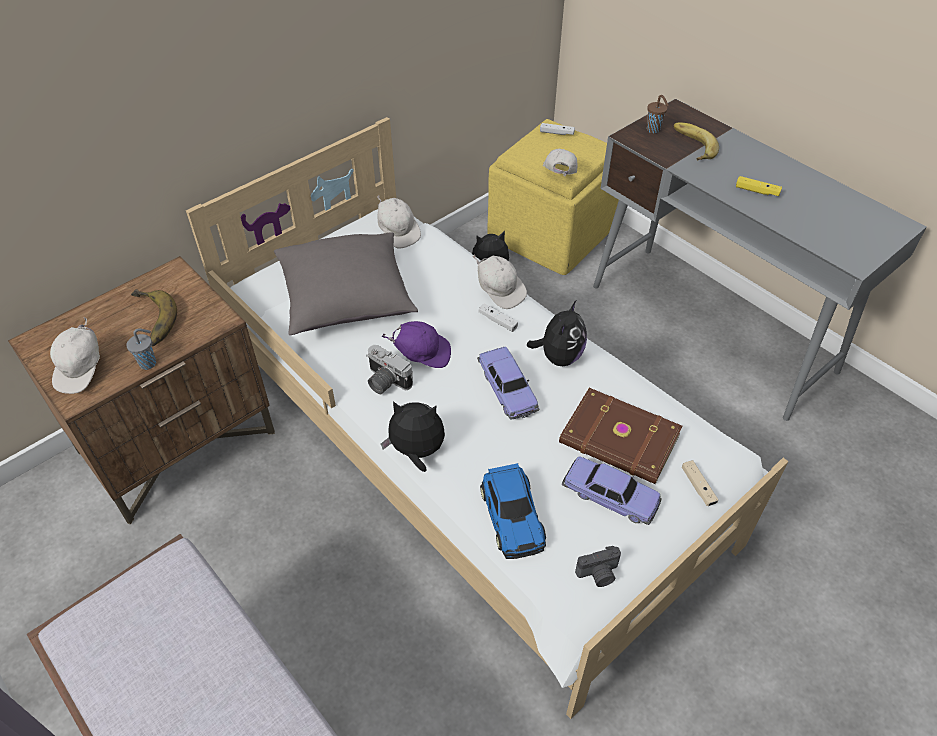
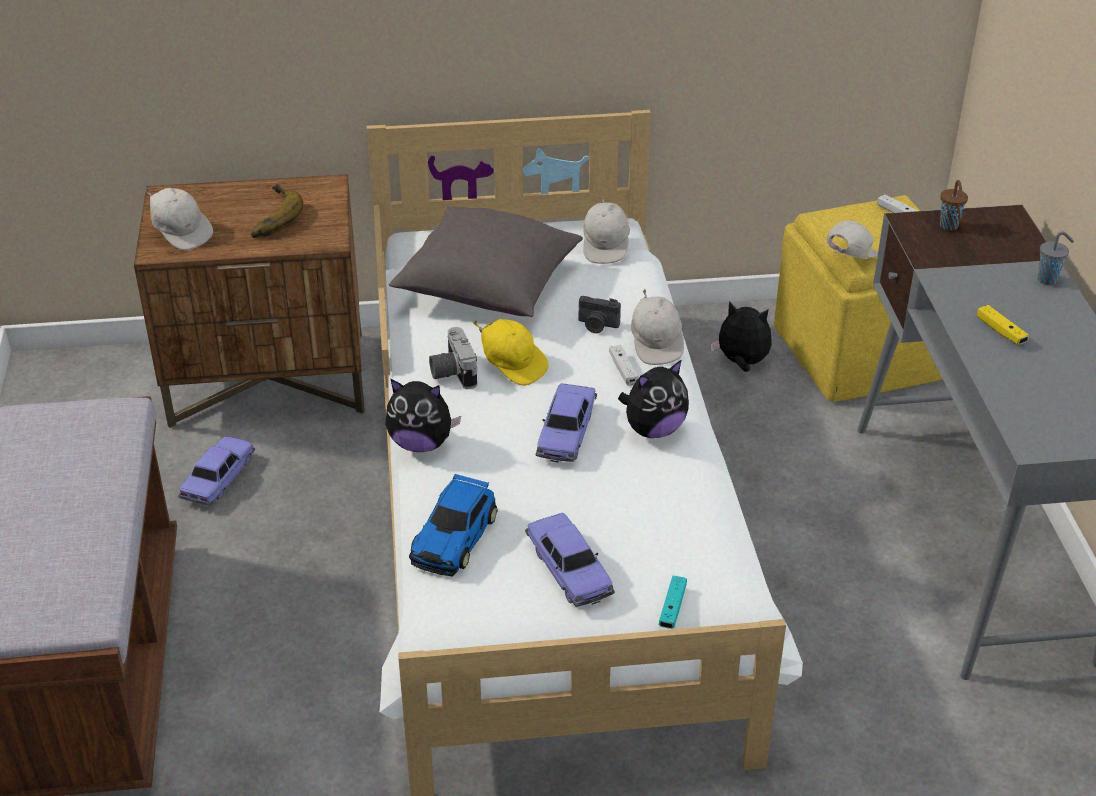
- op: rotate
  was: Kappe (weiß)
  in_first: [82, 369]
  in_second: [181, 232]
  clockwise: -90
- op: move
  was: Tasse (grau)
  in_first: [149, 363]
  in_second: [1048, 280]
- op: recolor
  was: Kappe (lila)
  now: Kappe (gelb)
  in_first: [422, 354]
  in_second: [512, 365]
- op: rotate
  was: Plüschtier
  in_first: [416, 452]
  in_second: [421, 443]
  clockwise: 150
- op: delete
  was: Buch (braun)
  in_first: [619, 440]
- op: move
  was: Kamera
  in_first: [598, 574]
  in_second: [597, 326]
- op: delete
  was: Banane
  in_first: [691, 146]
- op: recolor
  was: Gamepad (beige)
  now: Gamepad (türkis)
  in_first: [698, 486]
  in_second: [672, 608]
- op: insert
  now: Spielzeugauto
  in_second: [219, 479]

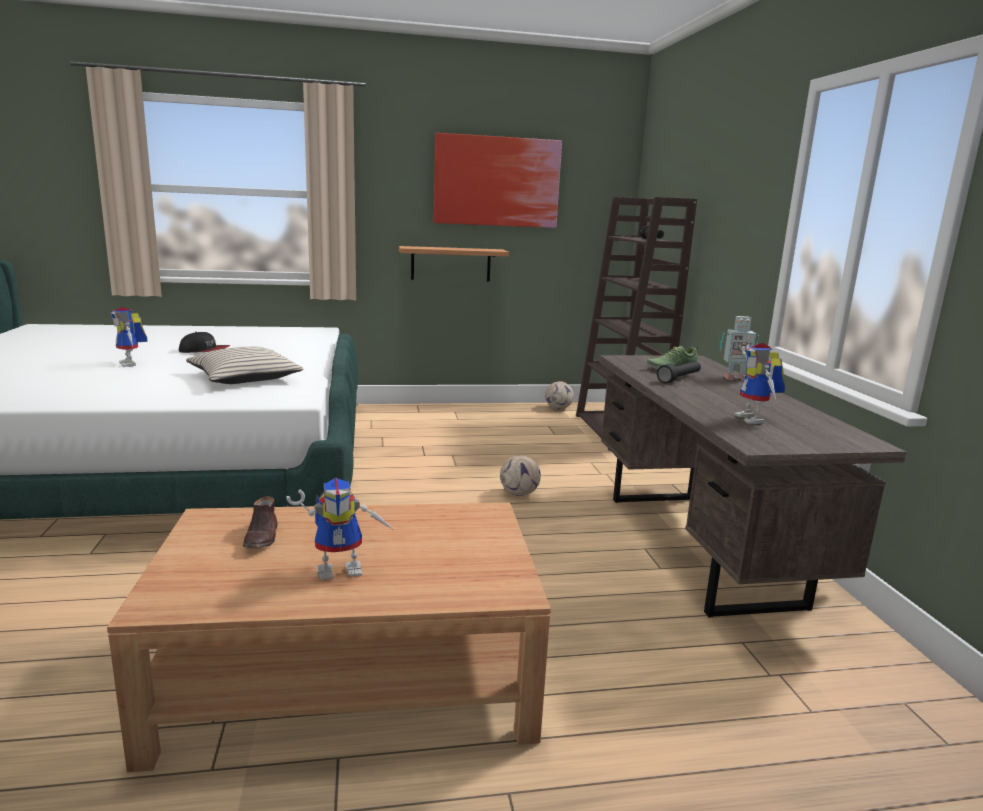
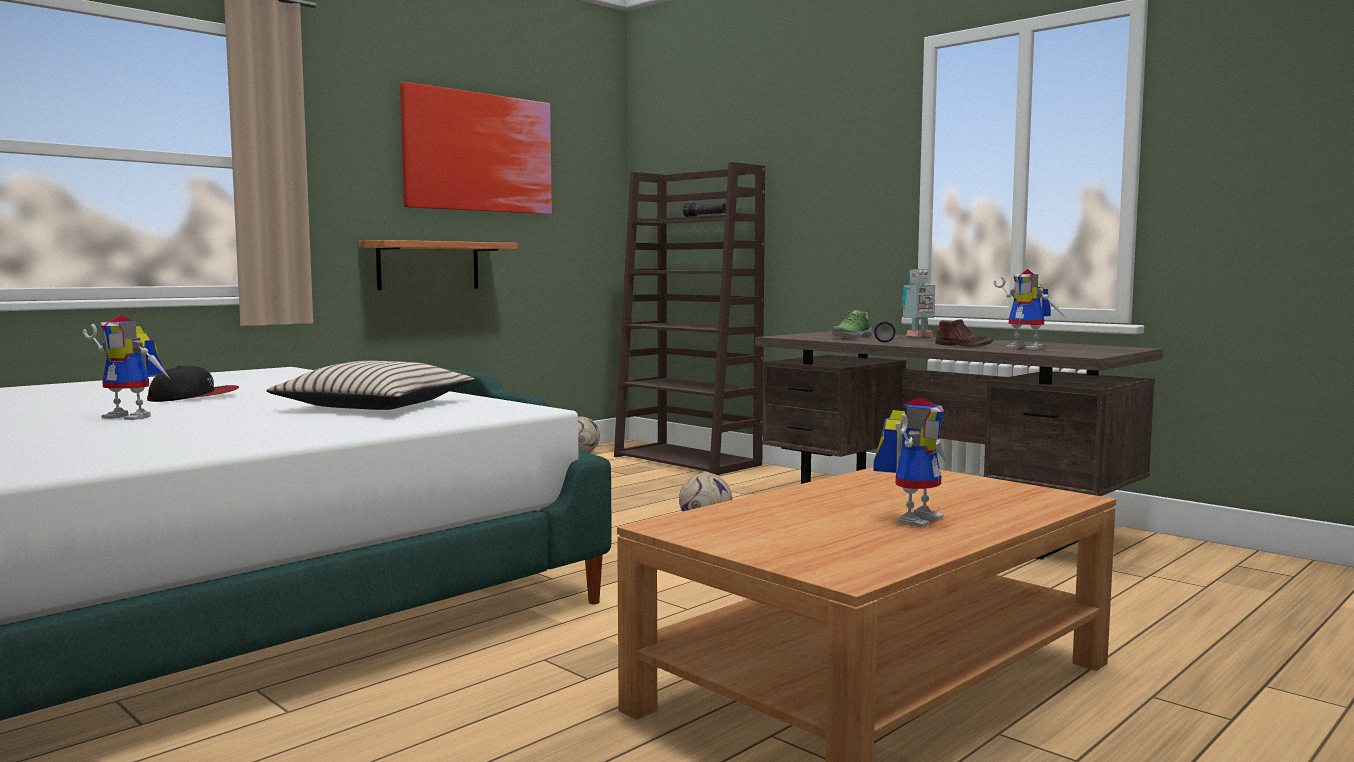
- op: move
  was: Schuh (braun)
  in_first: [262, 537]
  in_second: [964, 346]

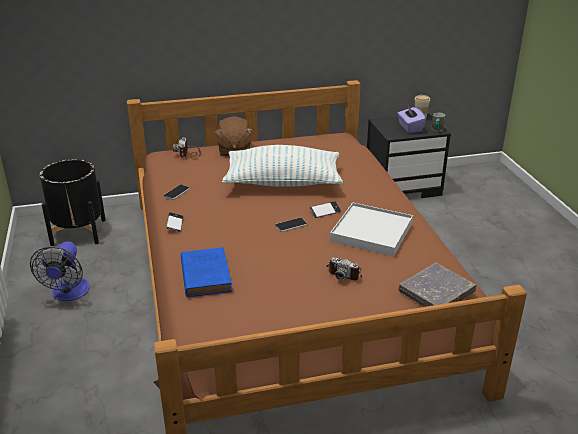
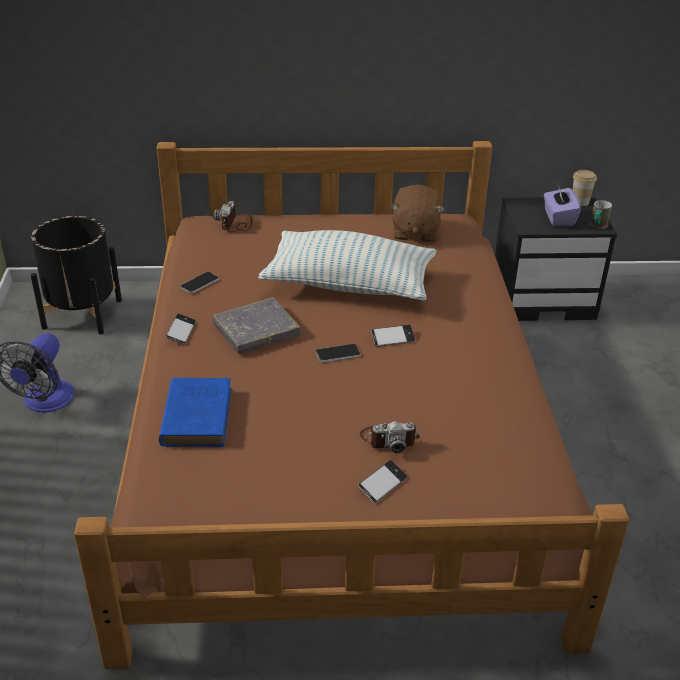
- op: move
  was: Plüschtier (braun)
  in_first: [234, 150]
  in_second: [414, 232]
- op: rotate
  was: Kamera
  in_first: [345, 272]
  in_second: [389, 439]
  clockwise: -45
- op: delete
  was: Tablett (weiß)
  in_first: [371, 232]
- op: move
  was: Buch (grau)
  in_first: [436, 292]
  in_second: [256, 330]
- op: insert
  now: Handy
  in_second: [382, 485]

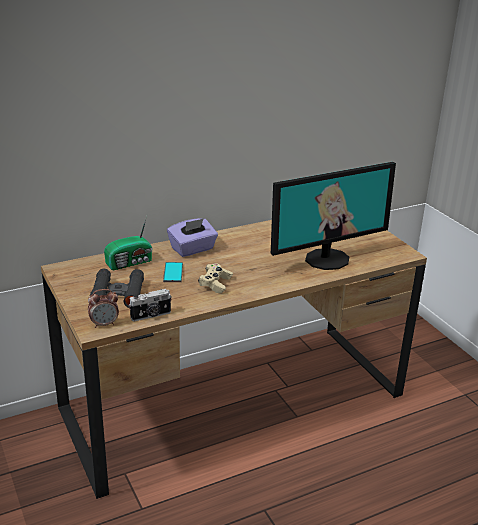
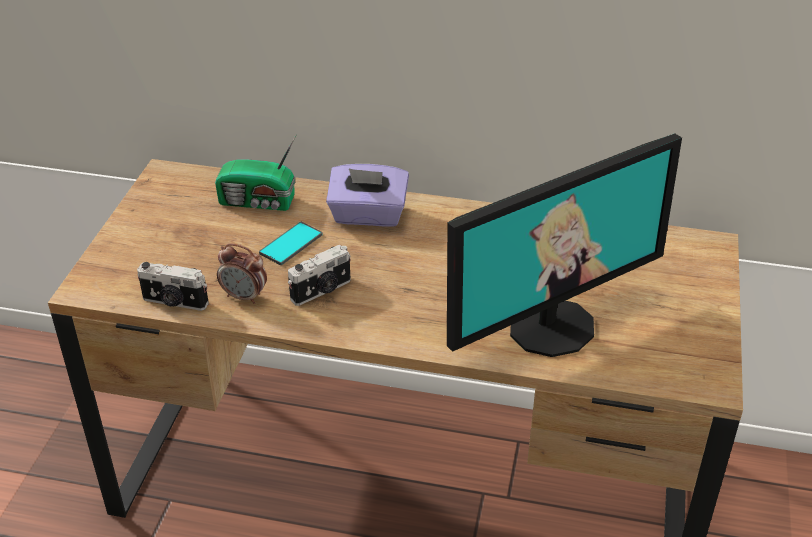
- op: move
  was: Wecker
  in_first: [104, 324]
  in_second: [244, 296]
- op: delete
  was: Fernglas (schwarz)
  in_first: [117, 294]
- op: replace
  was: Gamepad (beige)
  now: Kamera
  in_first: [215, 284]
  in_second: [322, 291]
- op: rotate
  was: Monitor
  in_first: [326, 259]
  in_second: [550, 326]
  clockwise: -45

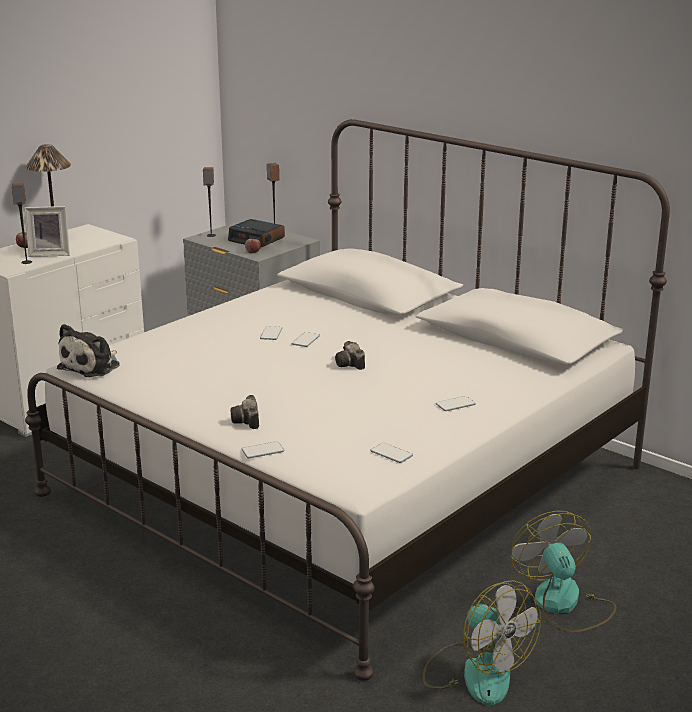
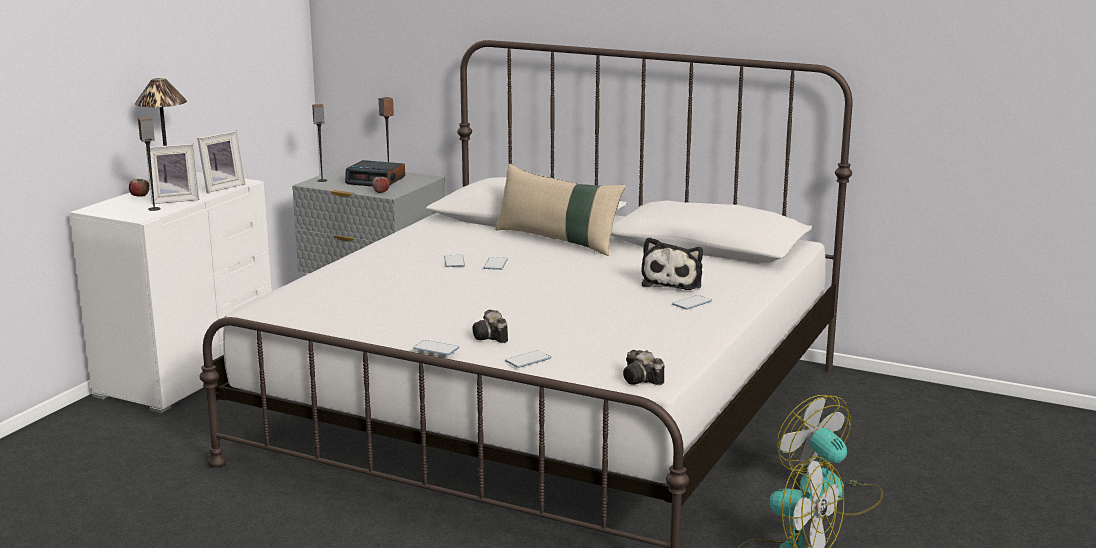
- op: move
  was: Plüschtier
  in_first: [92, 366]
  in_second: [673, 282]
- op: move
  was: Kamera
  in_first: [350, 364]
  in_second: [642, 380]
- op: move
  was: Handy
  in_first: [391, 454]
  in_second: [436, 349]
- op: insert
  now: Bilderrahmen
  in_second: [221, 187]
- op: insert
  now: Kissen (beige)
  in_second: [558, 240]

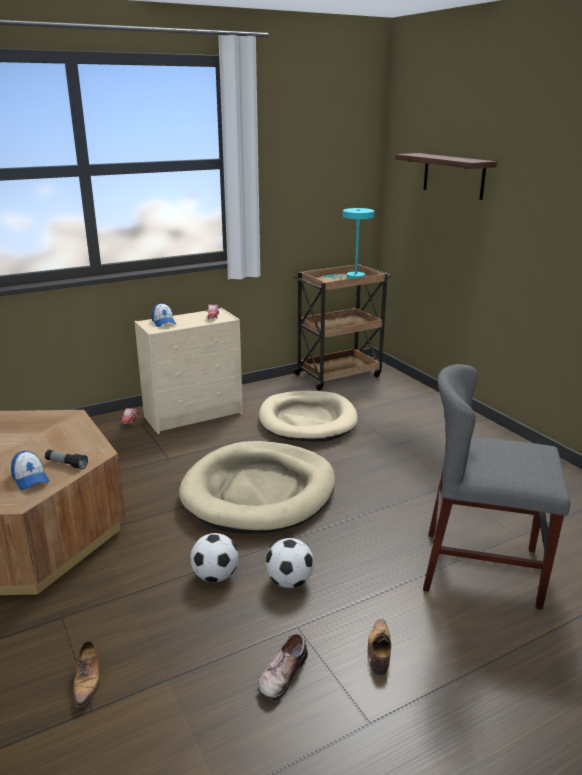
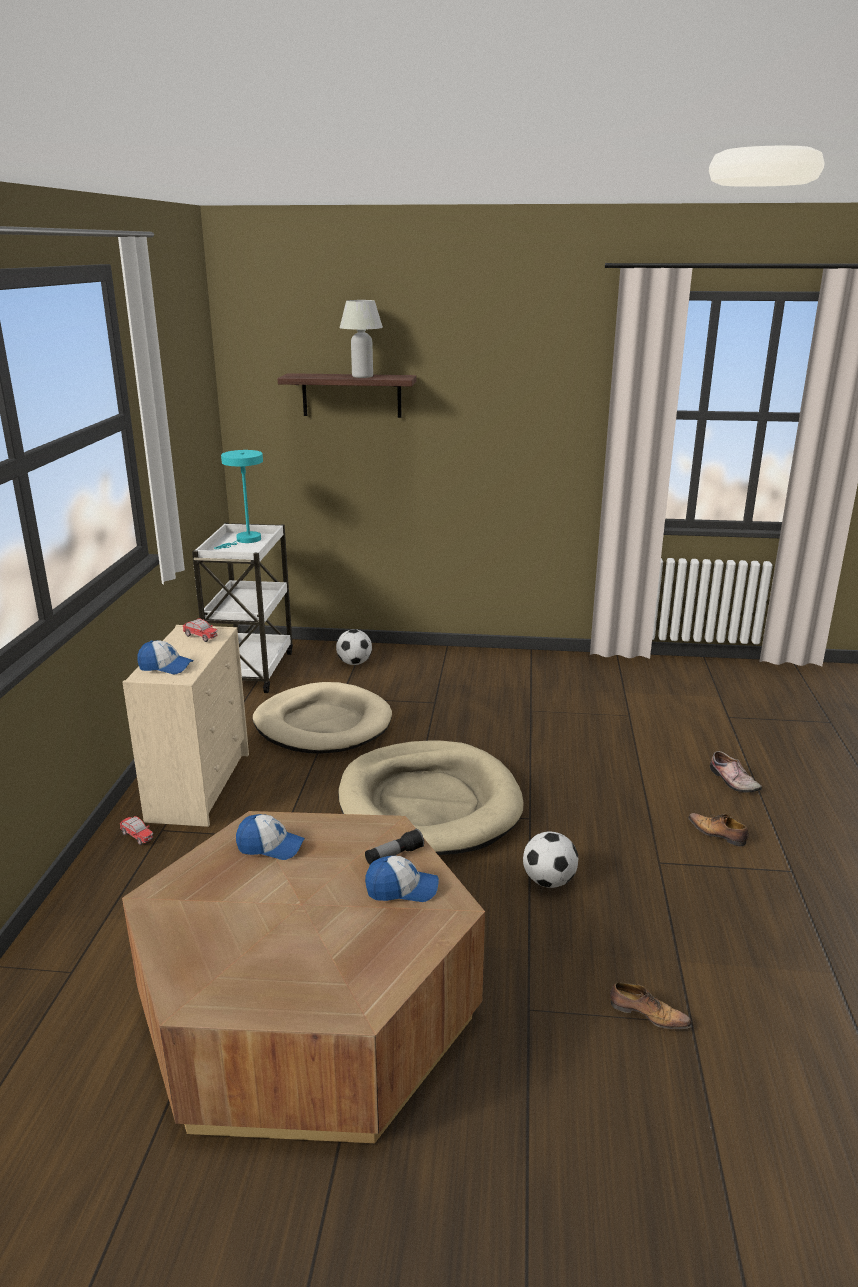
- op: move
  was: Schuh
  in_first: [281, 674]
  in_second: [732, 781]
- op: move
  was: Fußball
  in_first: [289, 582]
  in_second: [354, 663]
- op: recolor
  was: Rollwagen (braun)
  now: Rollwagen (weiß)
  in_first: [339, 375]
  in_second: [251, 669]
- op: delete
  was: Stuhl (grau)
  in_first: [481, 569]
- op: insert
  now: Kappe
  in_second: [270, 846]
- op: insert
  now: Tischlampe (weiß)
  in_second: [362, 376]

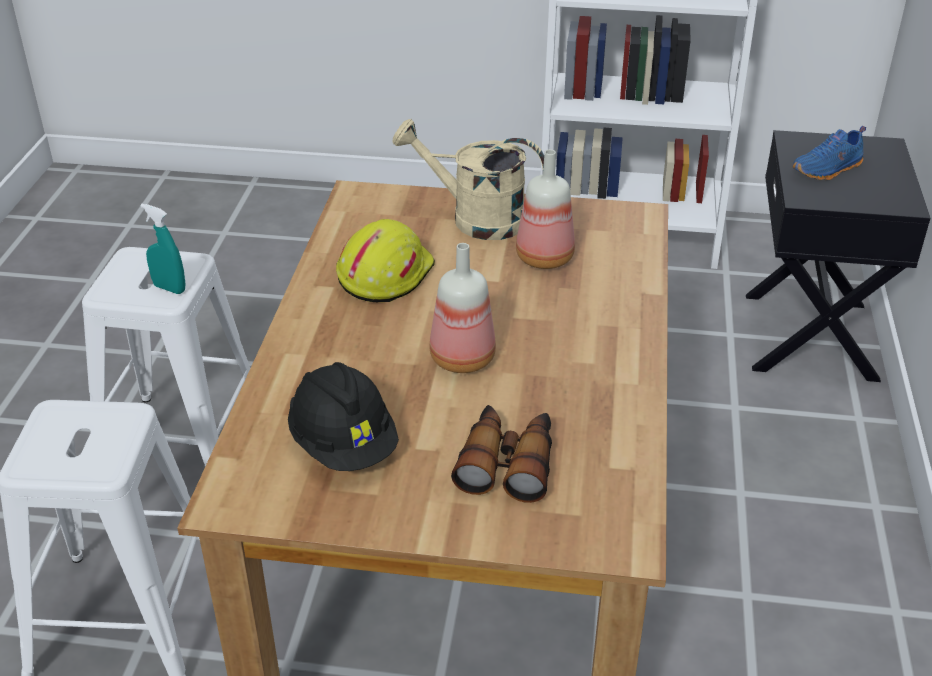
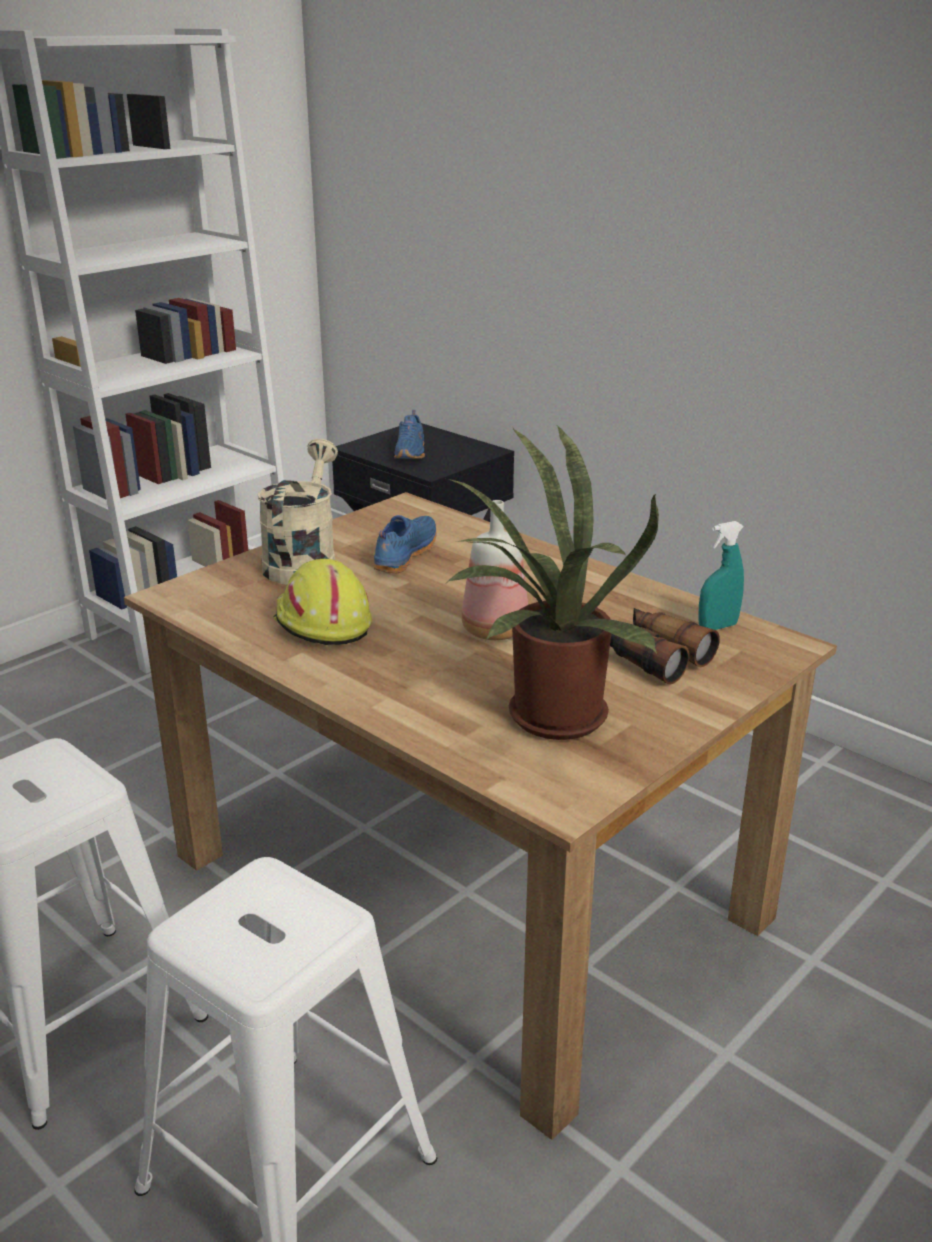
- op: move
  was: Sprühflasche (türkis)
  in_first: [169, 288]
  in_second: [717, 627]
- op: replace
  was: Schutzhelm (schwarz)
  now: Topfpflanze
  in_first: [344, 444]
  in_second: [546, 718]
- op: rotate
  was: Gießkanne (beige)
  in_first: [475, 219]
  in_second: [303, 561]
  clockwise: 135
- op: replace
  was: Flasche
  now: Schuh (blau)
  in_first: [543, 257]
  in_second: [403, 555]

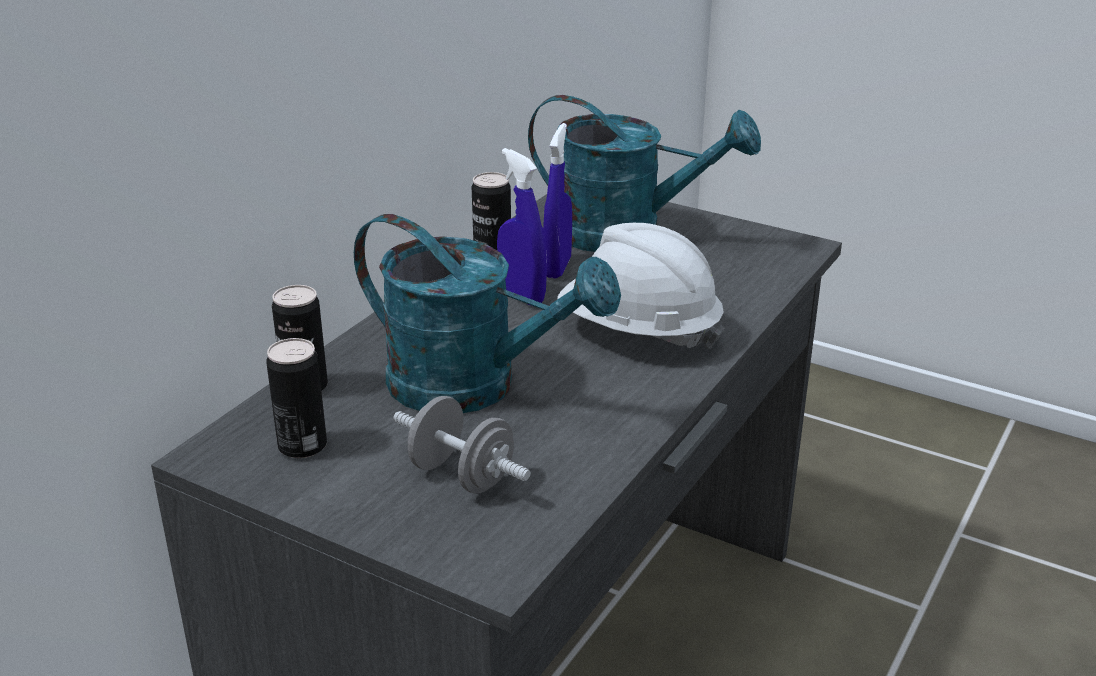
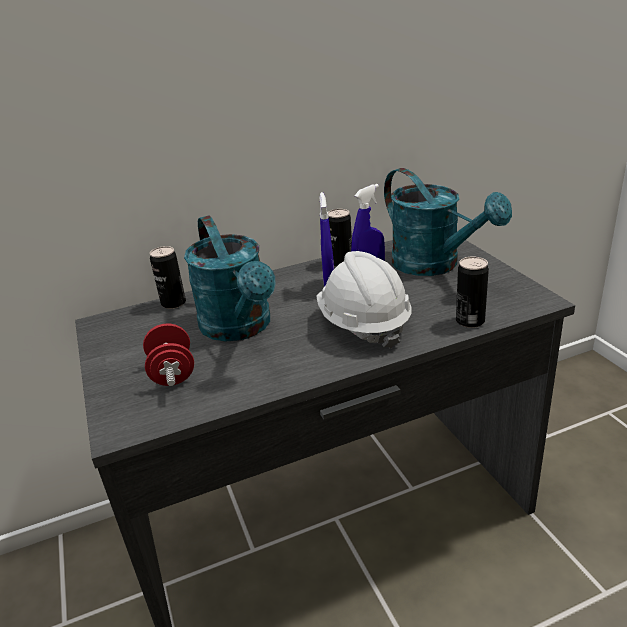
- op: move
  was: Dose
  in_first: [302, 446]
  in_second: [470, 321]
- op: recolor
  was: Hantel (grau)
  now: Hantel (rot)
  in_first: [462, 475]
  in_second: [173, 373]

